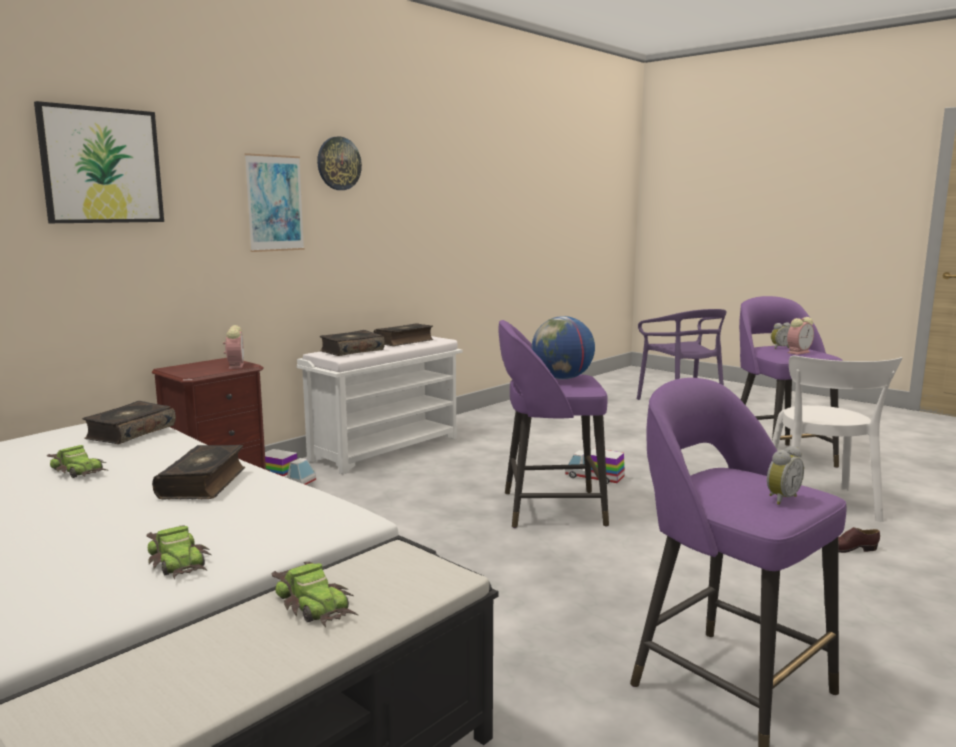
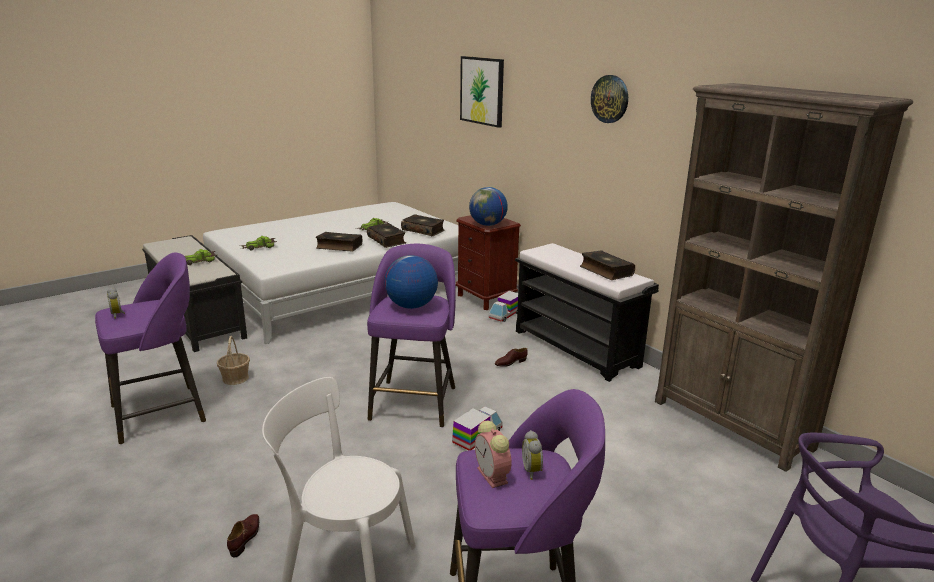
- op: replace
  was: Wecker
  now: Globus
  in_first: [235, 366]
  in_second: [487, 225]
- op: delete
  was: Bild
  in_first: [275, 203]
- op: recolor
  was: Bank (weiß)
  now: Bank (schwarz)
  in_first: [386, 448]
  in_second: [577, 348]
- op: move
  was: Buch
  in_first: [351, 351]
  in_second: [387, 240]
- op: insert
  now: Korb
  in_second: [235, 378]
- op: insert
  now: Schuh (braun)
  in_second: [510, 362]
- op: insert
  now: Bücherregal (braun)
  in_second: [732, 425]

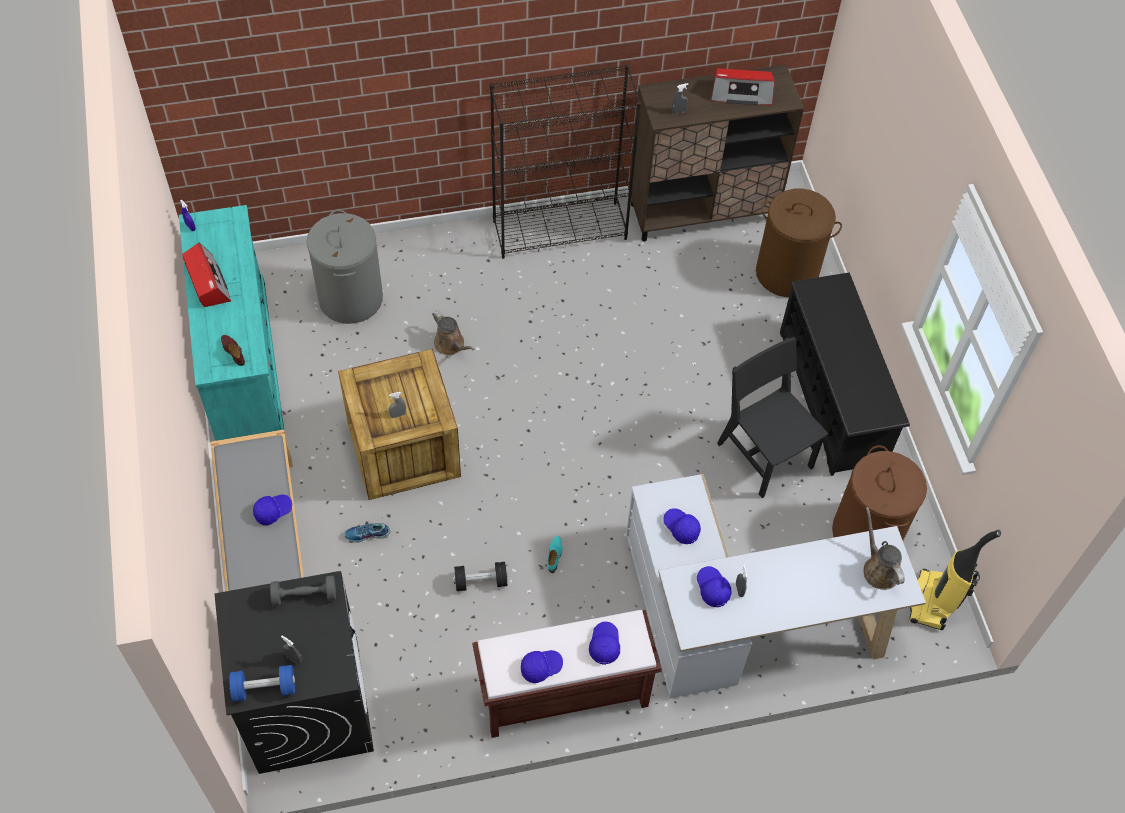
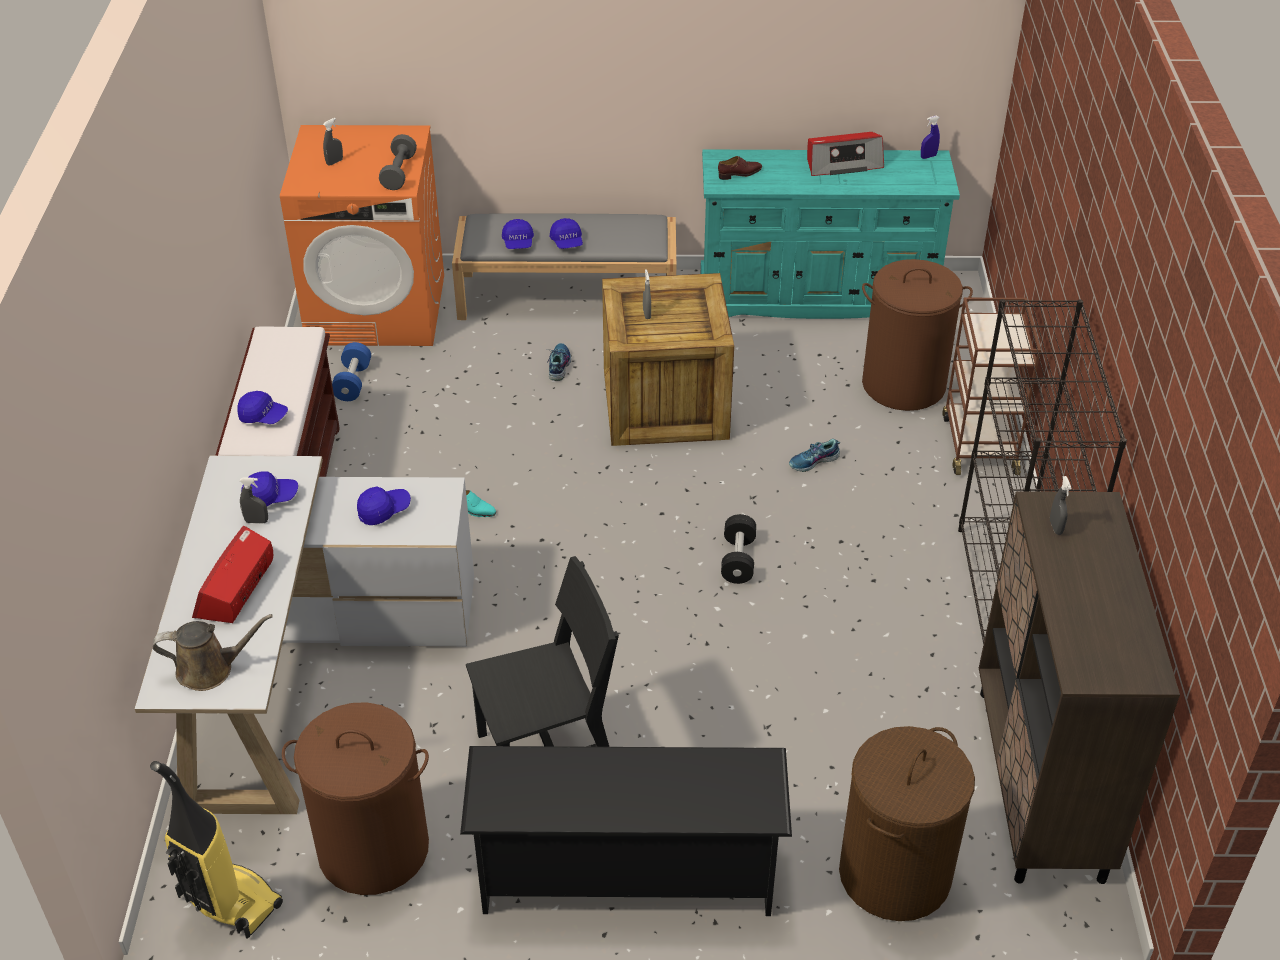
- op: recolor
  was: Waschmaschine (schwarz)
  now: Waschmaschine (orange)
  in_first: [308, 704]
  in_second: [377, 309]
- op: move
  was: Hantel (blau)
  in_first: [264, 688]
  in_second: [353, 382]
- op: recolor
  was: Wäschekorb (grau)
  now: Wäschekorb (braun)
  in_first: [350, 298]
  in_second: [904, 384]
- op: replace
  was: Gießkanne (braun)
  now: Schuh
  in_first: [451, 345]
  in_second: [814, 462]
- op: move
  was: Hantel (schwarz)
  in_first: [481, 581]
  in_second: [738, 559]
- op: move
  was: Kappe (blau)
  in_first: [541, 667]
  in_second: [518, 243]
- op: move
  was: Radio
  in_first: [741, 93]
  in_second: [235, 588]
- op: insert
  now: Rollwagen (braun)
  in_second: [979, 444]

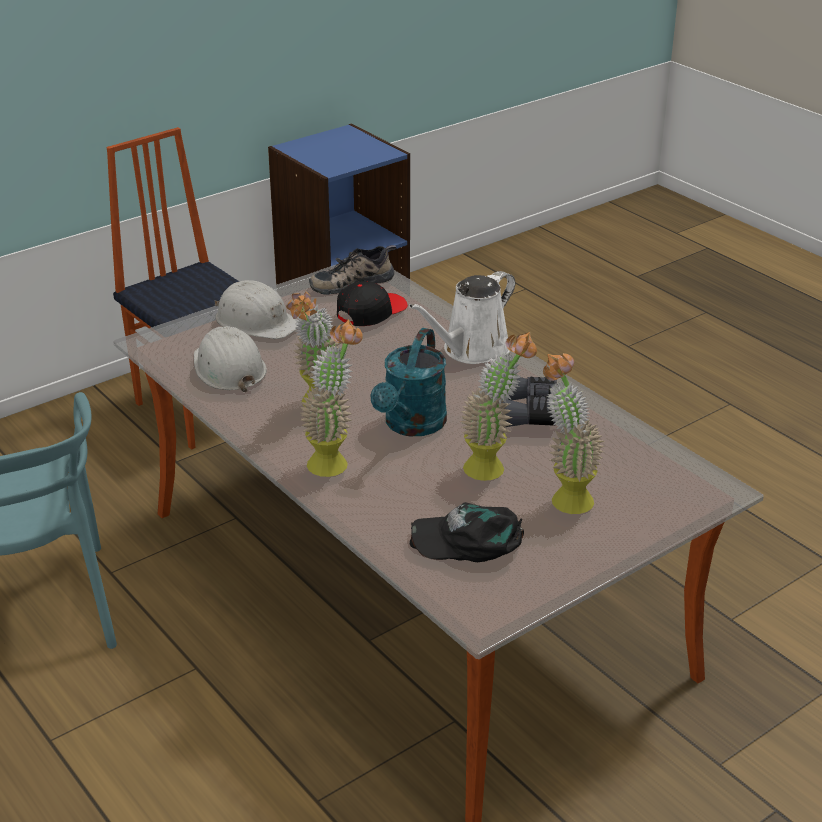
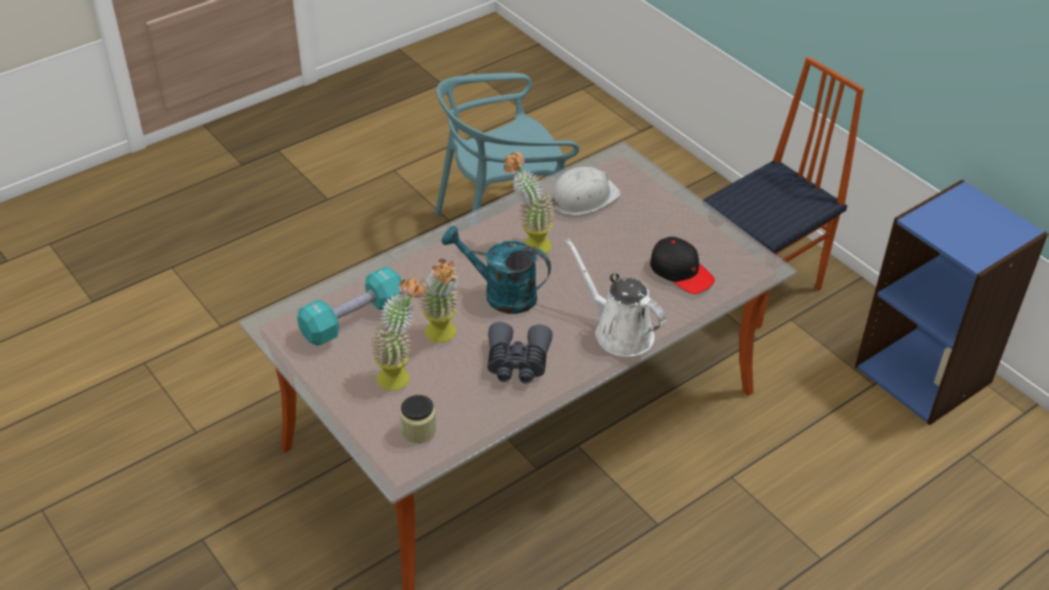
- op: delete
  was: Schutzhelm (weiß)
  in_first: [256, 321]
- op: delete
  was: Topfpflanze
  in_first: [334, 459]
- op: delete
  was: Schuh
  in_first: [352, 281]
- op: replace
  was: Kappe (schwarz)
  now: Hantel (türkis)
  in_first: [469, 540]
  in_second: [353, 320]
- op: insert
  now: Vorratsglas
  in_second: [418, 430]

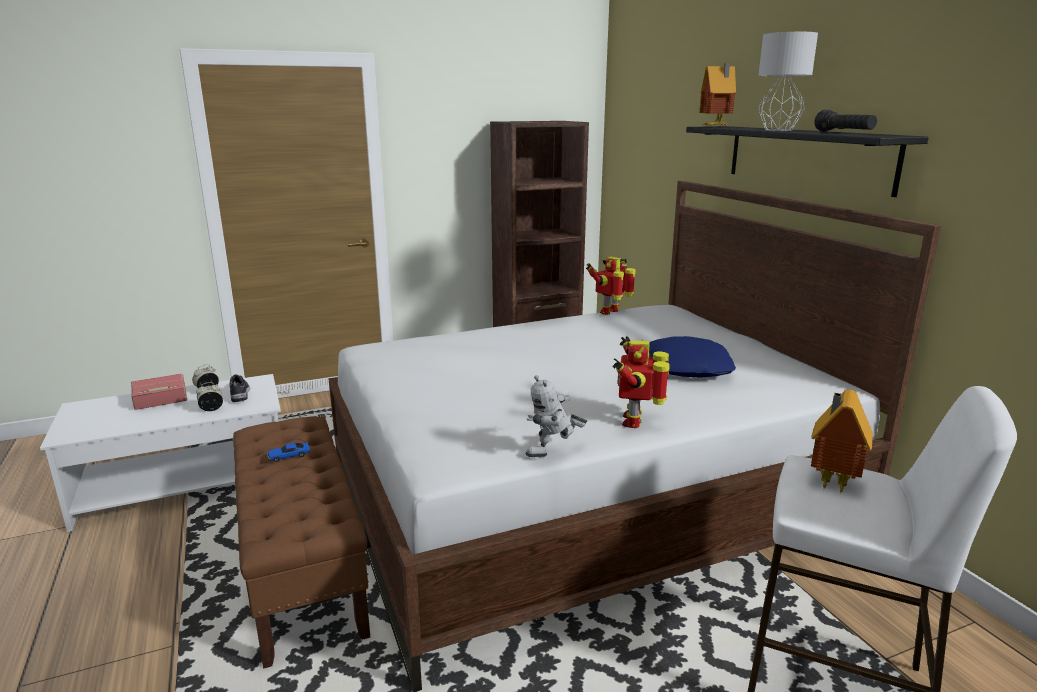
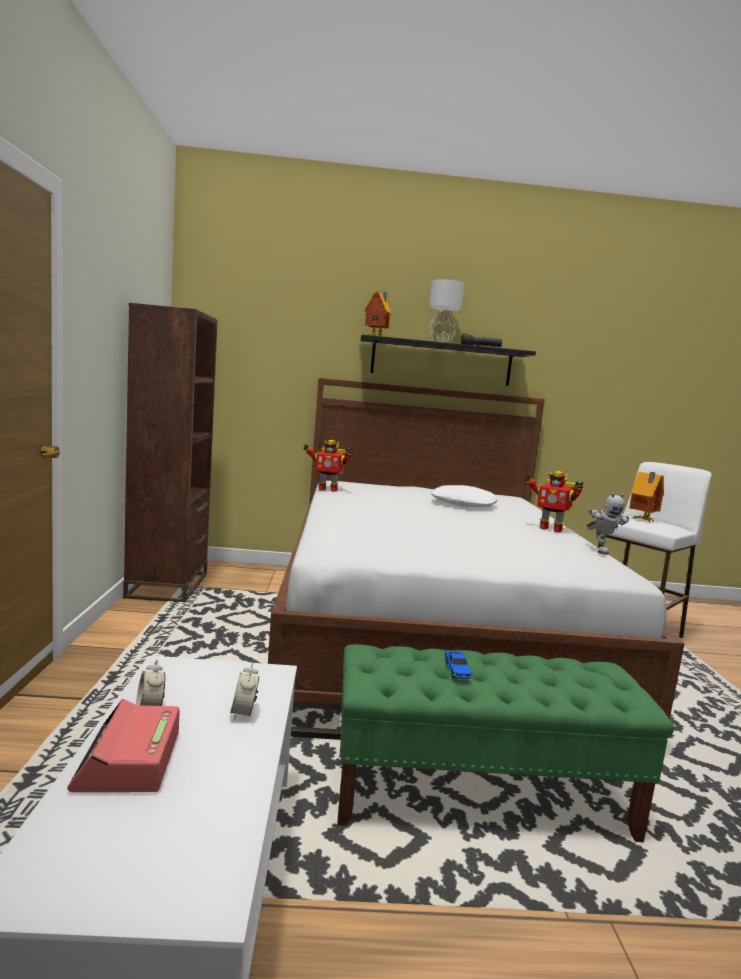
- op: delete
  was: Schuh
  in_first: [239, 393]
- op: recolor
  was: Bank (braun)
  now: Bank (grün)
  in_first: [303, 569]
  in_second: [480, 795]
- op: rotate
  was: Spielzeugroboter
  in_first: [611, 312]
  in_second: [327, 489]
  clockwise: -60
- op: recolor
  was: Kissen (blau)
  now: Kissen (weiß)
  in_first: [689, 367]
  in_second: [464, 504]

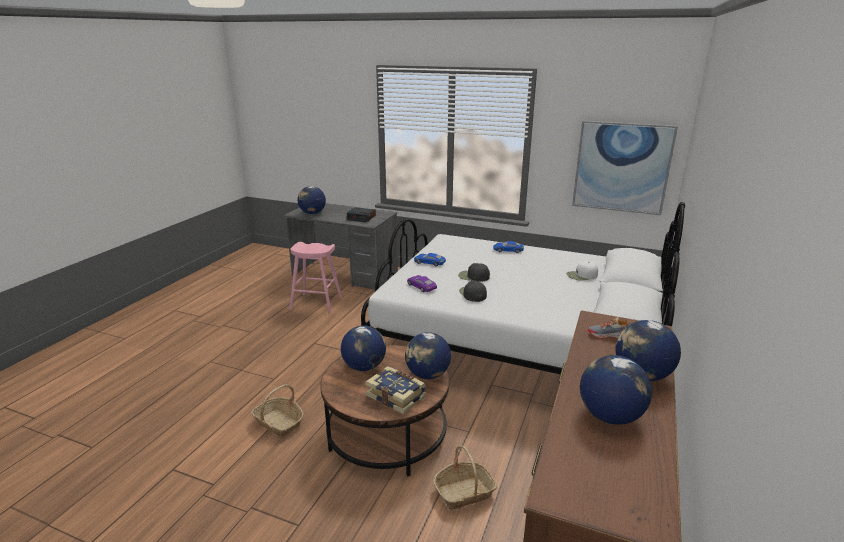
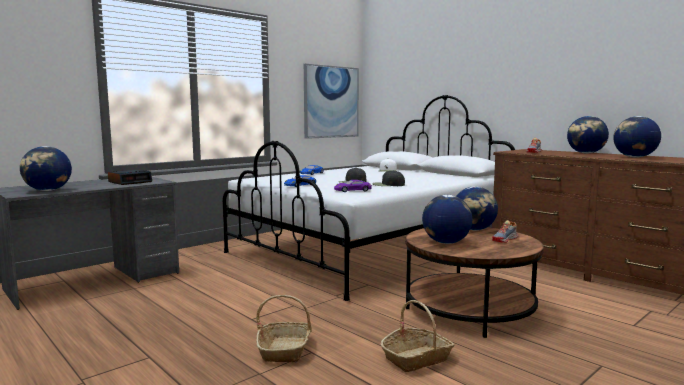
- op: delete
  was: Hocker (rosa)
  in_first: [316, 303]
- op: replace
  was: Buch
  now: Schuh
  in_first: [396, 396]
  in_second: [505, 239]
- op: move
  was: Korb
  in_first: [464, 492]
  in_second: [285, 349]

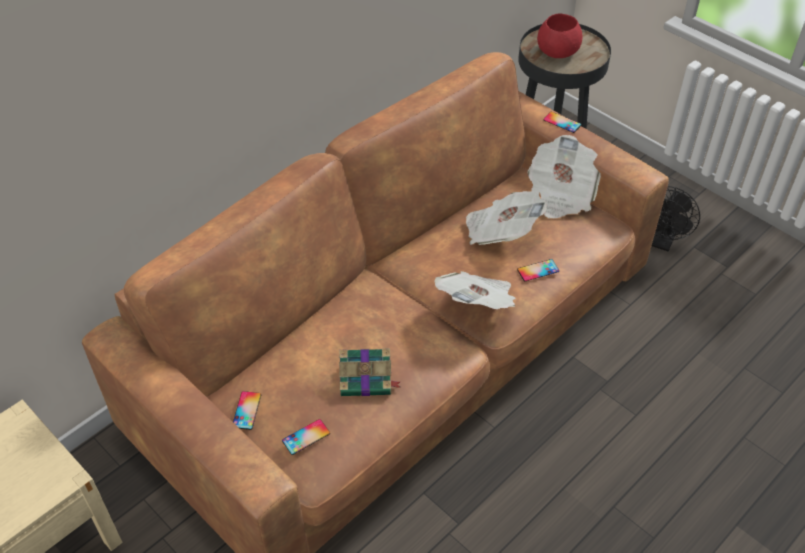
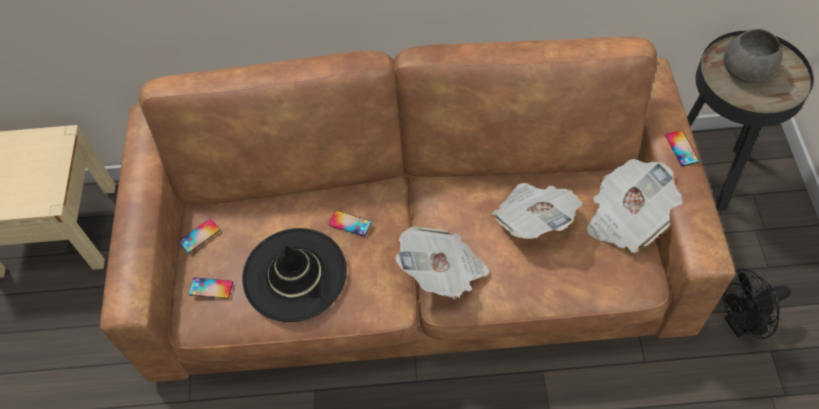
- op: replace
  was: Buch
  now: Hut (schwarz)
  in_first: [367, 379]
  in_second: [295, 274]
- op: move
  was: Handy
  in_first: [538, 270]
  in_second: [350, 223]
- op: recolor
  was: Schüssel (rot)
  now: Schüssel (grau)
  in_first: [557, 51]
  in_second: [745, 70]

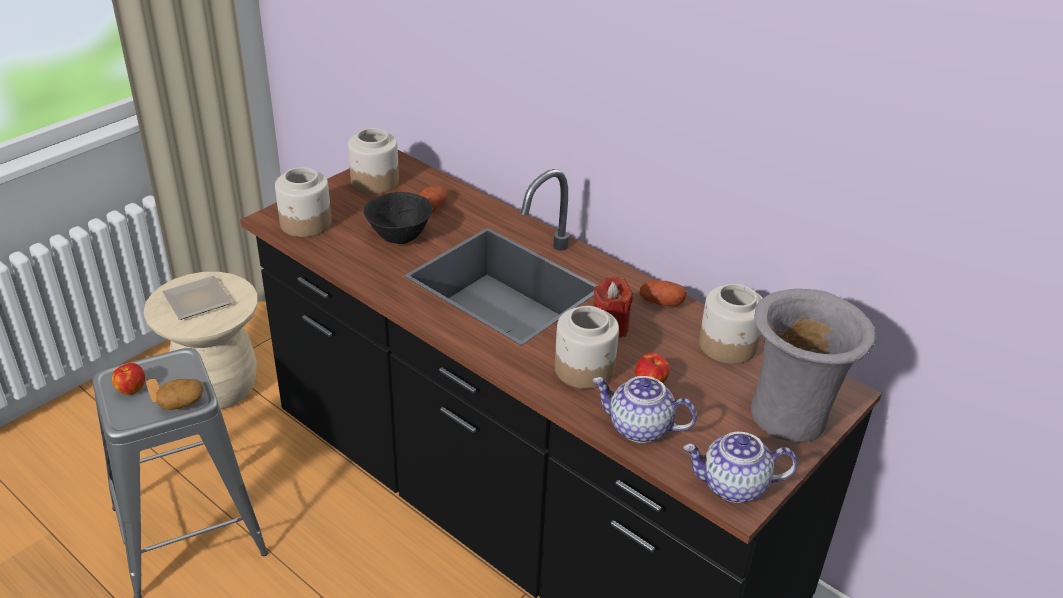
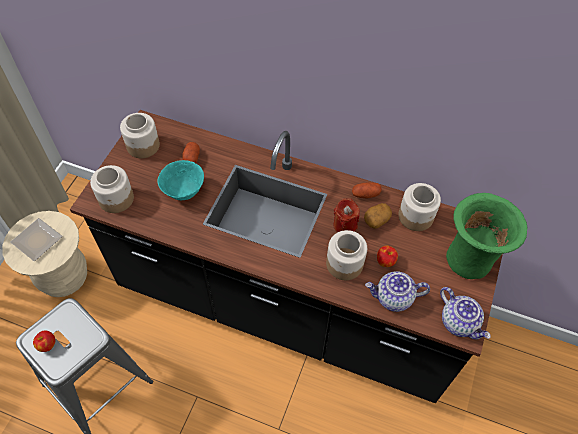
- op: move
  was: Kartoffel
  in_first: [182, 402]
  in_second: [376, 219]
- op: recolor
  was: Schüssel (schwarz)
  now: Schüssel (türkis)
  in_first: [399, 237]
  in_second: [183, 191]
- op: rotate
  was: Teekanne
  in_first: [733, 486]
  in_second: [459, 322]
  clockwise: -105
- op: recolor
  was: Vase (grau)
  now: Vase (grün)
  in_first: [791, 416]
  in_second: [469, 259]

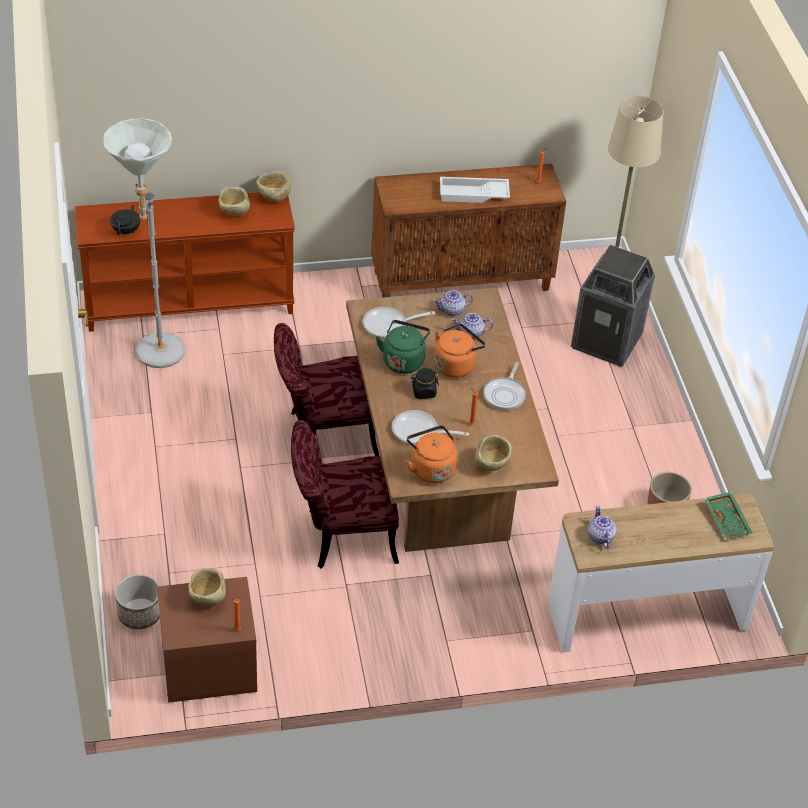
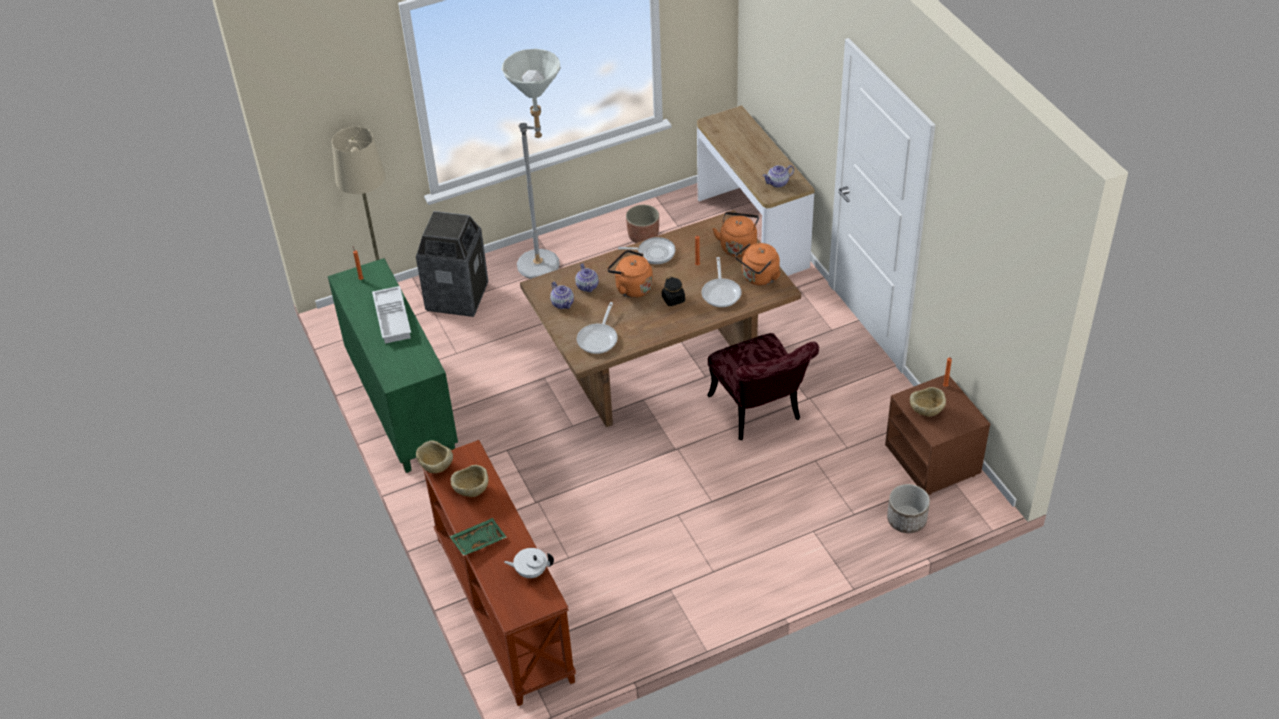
- op: move
  was: Stehlampe (grau)
  in_first: [156, 359]
  in_second: [548, 265]
- op: recolor
  was: Teekanne (schwarz)
  now: Teekanne (weiß)
  in_first: [126, 230]
  in_second: [531, 571]
- op: delete
  was: Stuhl (rot)
  in_first: [323, 434]
- op: rotate
  was: Pfanne
  in_first: [389, 325]
  in_second: [599, 338]
  clockwise: 45
- op: recolor
  was: Schrank (braun)
  now: Schrank (grün)
  in_first: [462, 279]
  in_second: [401, 406]
- op: delete
  was: Wasserkessel (grün)
  in_first: [403, 360]
- op: replace
  was: Schüssel (beige)
  now: Wasserkessel (orange)
  in_first: [491, 466]
  in_second: [738, 246]
- op: move
  was: Tablett (grün)
  in_first: [727, 520]
  in_second: [478, 540]

